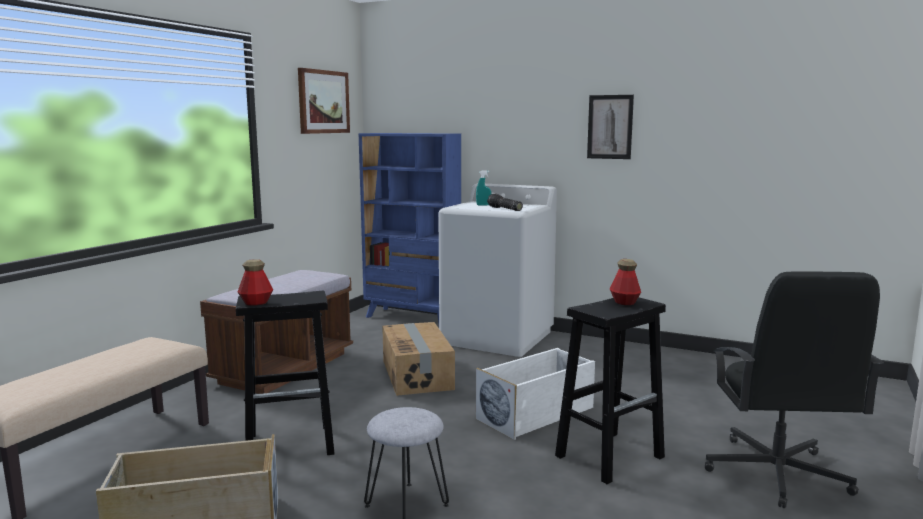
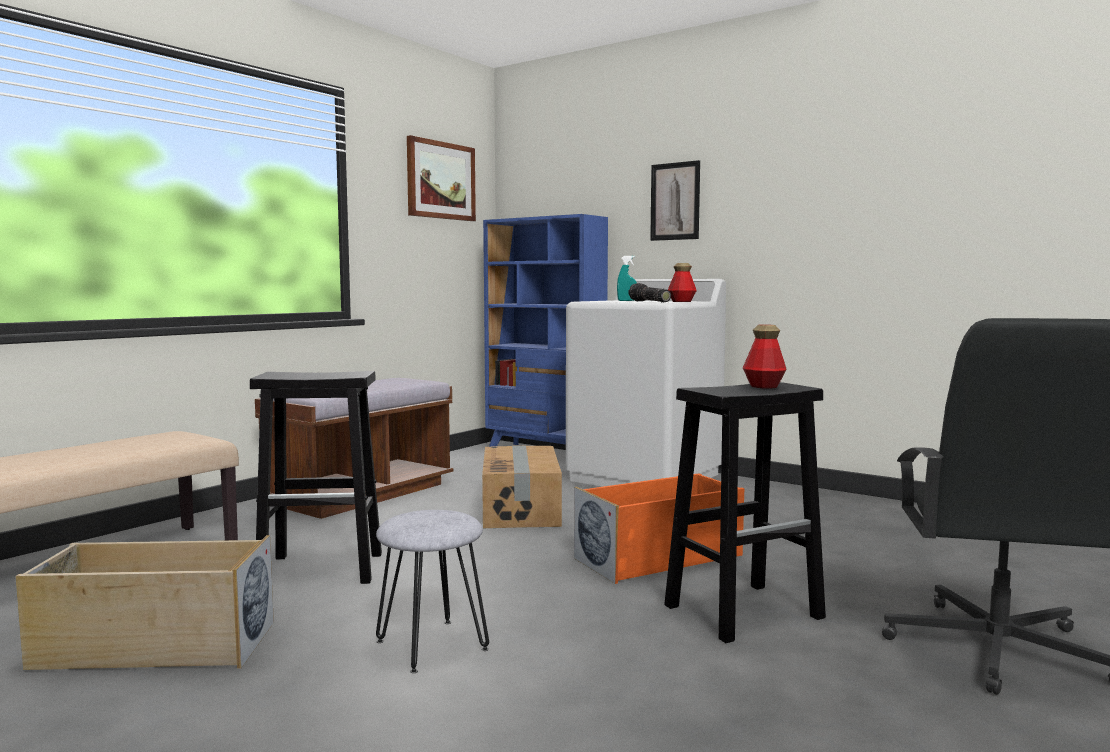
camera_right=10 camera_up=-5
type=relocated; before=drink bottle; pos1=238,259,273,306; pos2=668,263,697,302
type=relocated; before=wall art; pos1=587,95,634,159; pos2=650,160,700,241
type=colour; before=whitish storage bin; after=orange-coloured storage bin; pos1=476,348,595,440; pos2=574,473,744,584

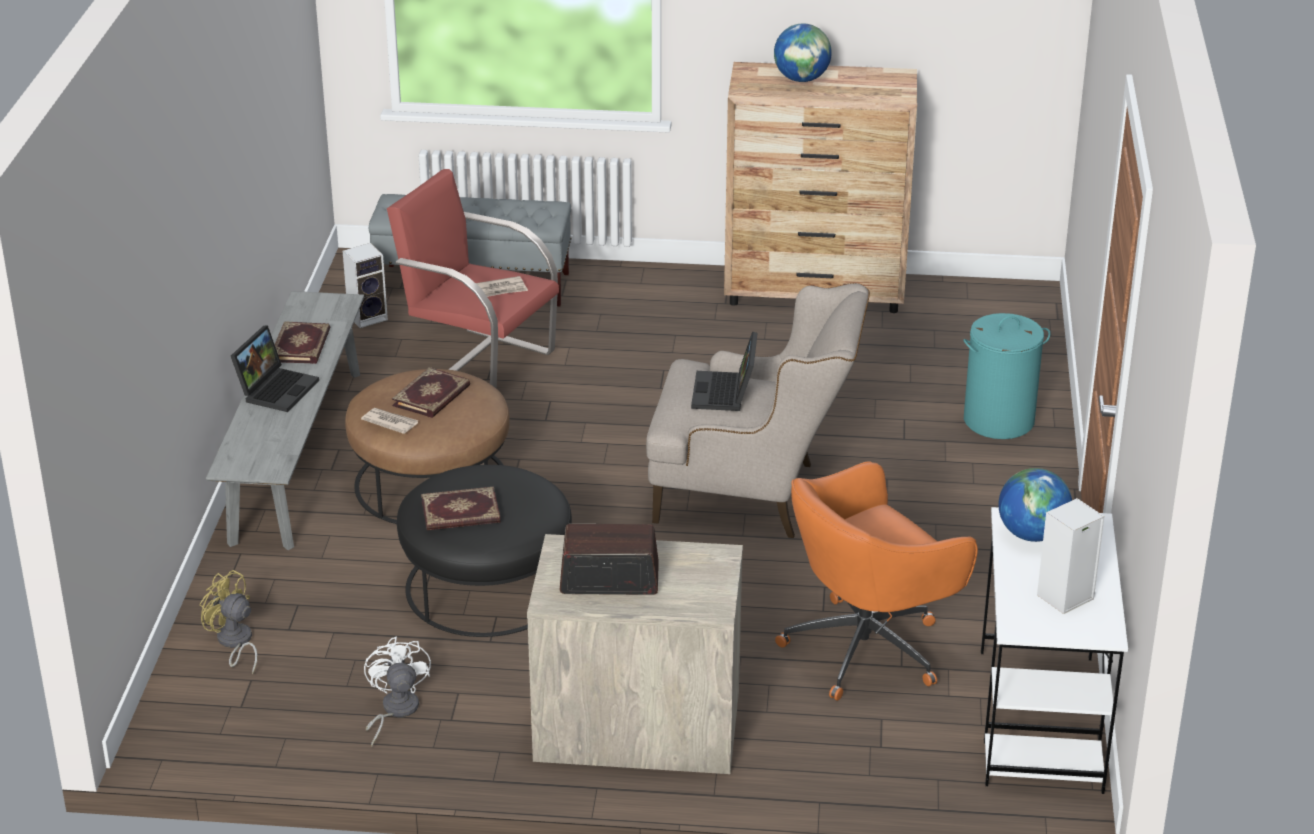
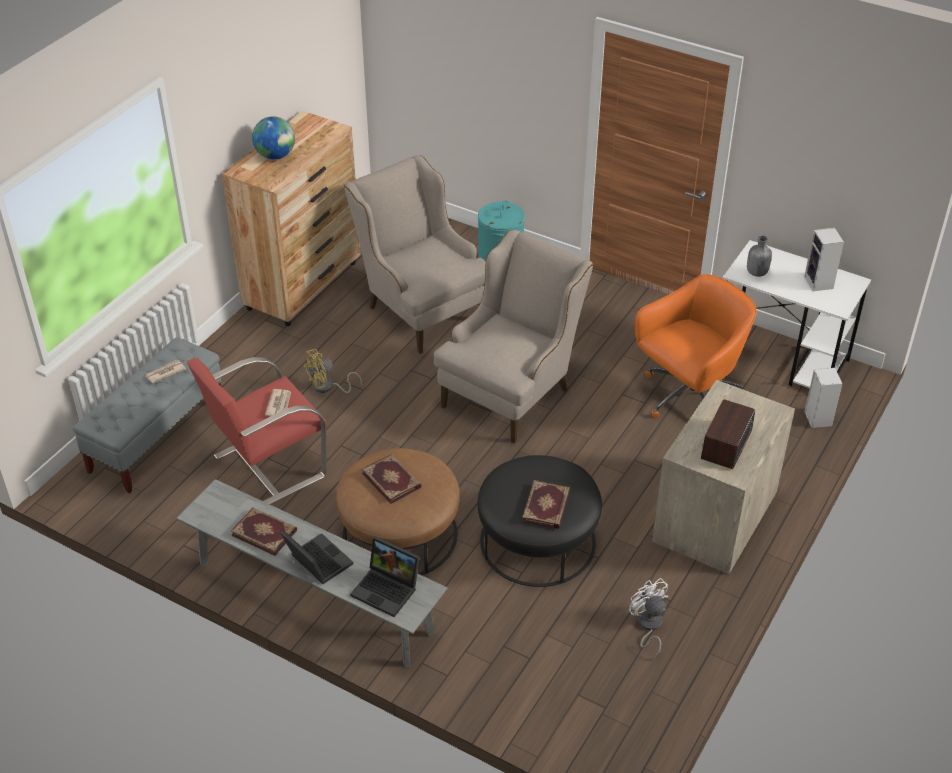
camera_right=-65 camera_up=10
type=appeared; after=beige-coloured easy chair; pos2=344,155,486,354
type=relocated; before=yellowish electric fan; pos1=200,570,258,674; pos2=303,349,362,393
type=relocated; before=speaker; pos1=343,243,388,328; pos2=804,368,843,428
type=relocated; before=daily paper; pos1=361,408,419,434; pos2=146,360,186,383
type=relocated; before=laptop; pos1=691,332,758,411; pos2=350,536,420,617
type=exchanged; before=world globe; after=gray drink bottle; pos1=998,468,1072,542; pos2=747,236,772,277
type=spun; before=whitish electric fan; pos1=364,637,431,747; pos2=629,578,668,659; turn=45
type=spun; before=orange-coloured computer chair; pos1=775,462,978,701; pos2=635,274,757,419; turn=-120

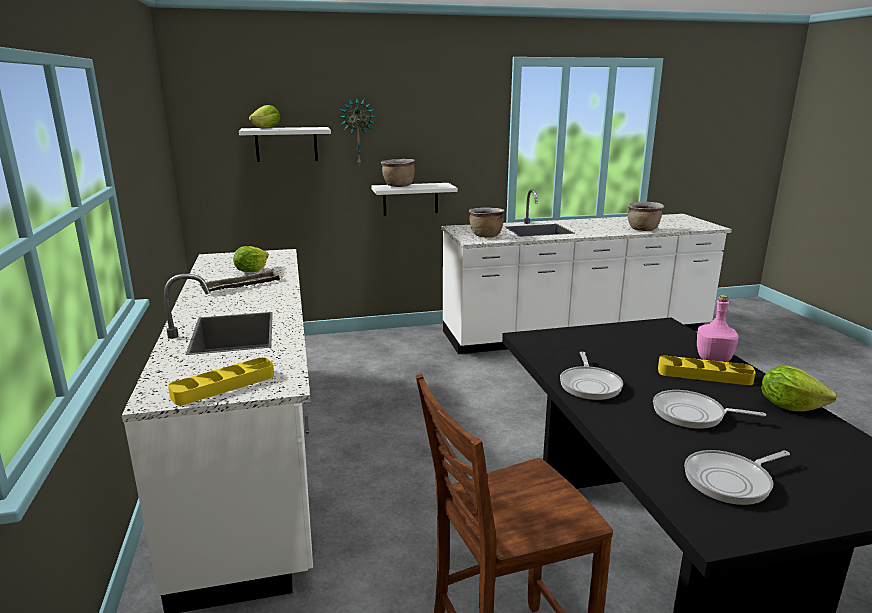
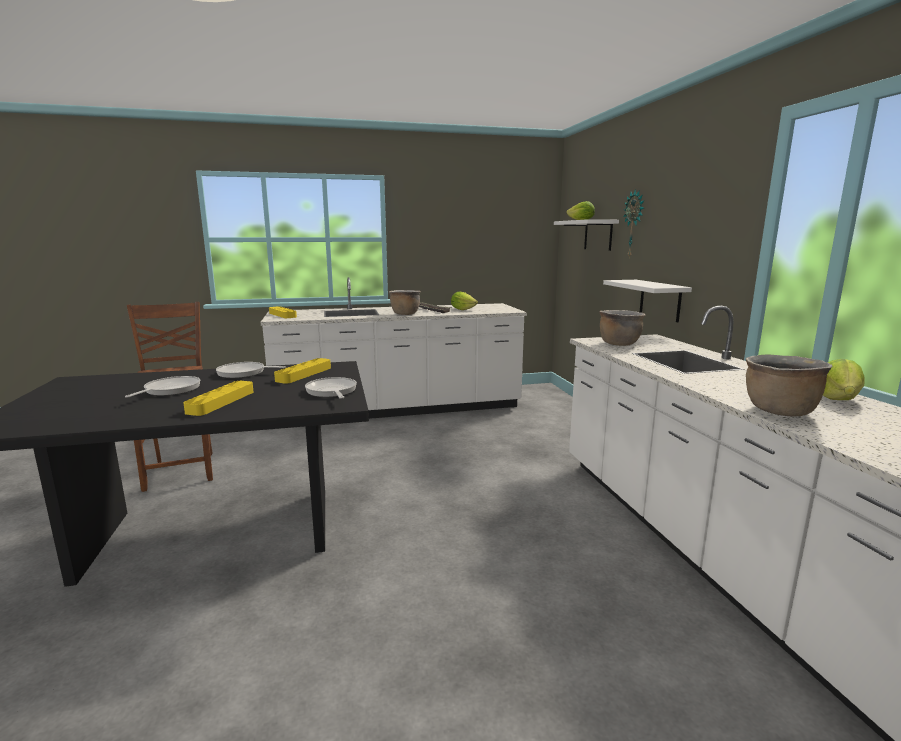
camera_right=90 camera_up=-5
type=missing; before=pink drink bottle; pos1=697,295,739,362
type=appeared; after=yellowish carrying tray; pos2=274,358,331,384
type=relocated; before=brownish cooking pot; pos1=381,159,415,187; pos2=389,290,421,315
type=relocated; before=skillet; pos1=684,450,790,505; pos2=305,377,357,399
type=relocated; before=lettuce head; pos1=761,366,837,411; pos2=823,359,865,400

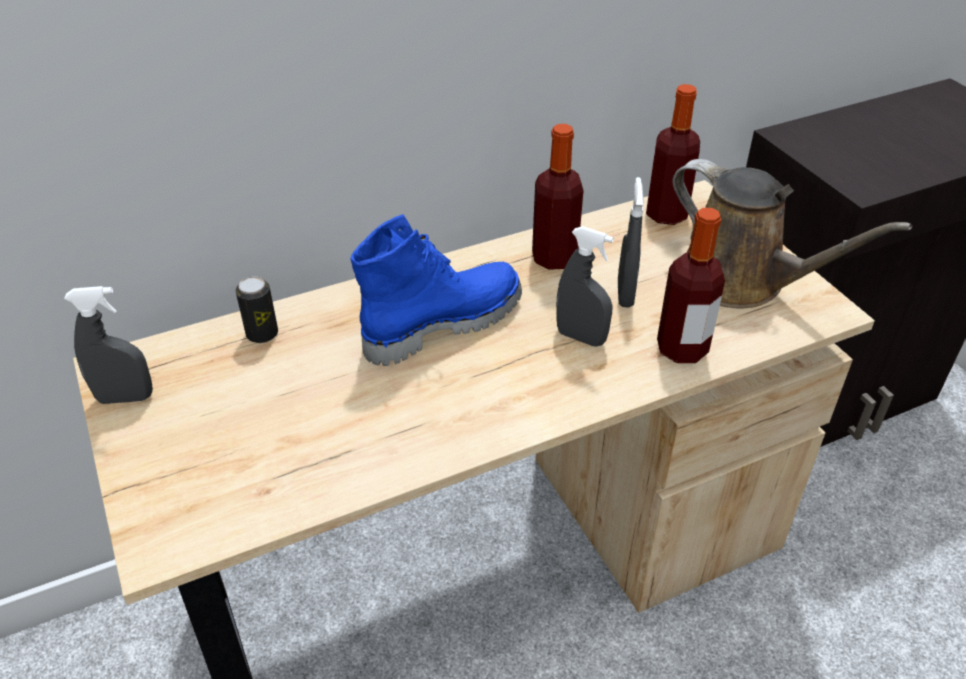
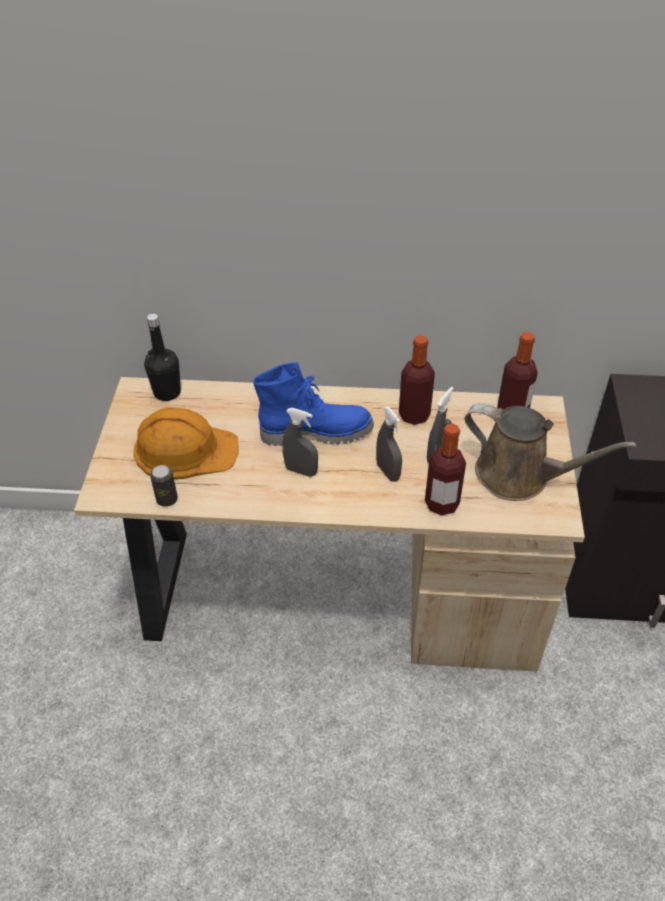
camera_right=30 camera_up=5
type=appeared; after=orange-coloured work helmet; pos2=133,407,239,480
type=appeared; after=blackish drink bottle; pos2=144,314,181,401
type=relocated; before=gray sprayer; pos1=64,286,153,404; pos2=282,408,318,477
type=relocated; before=sealed can; pos1=236,276,278,343; pos2=150,465,178,507
type=spun; before=brownish sprinkling can; pos1=672,159,912,308; pos2=464,403,637,501; turn=-45

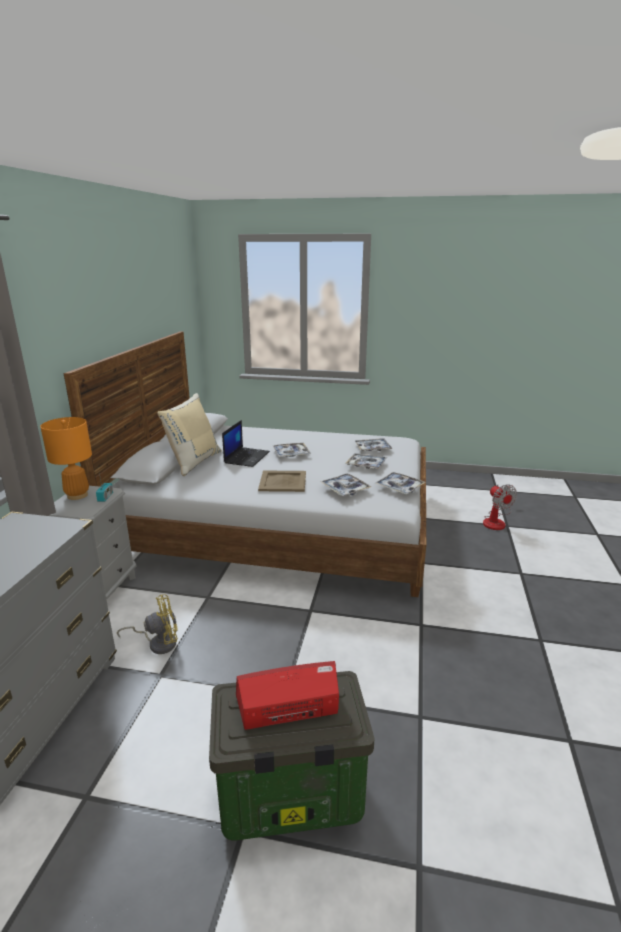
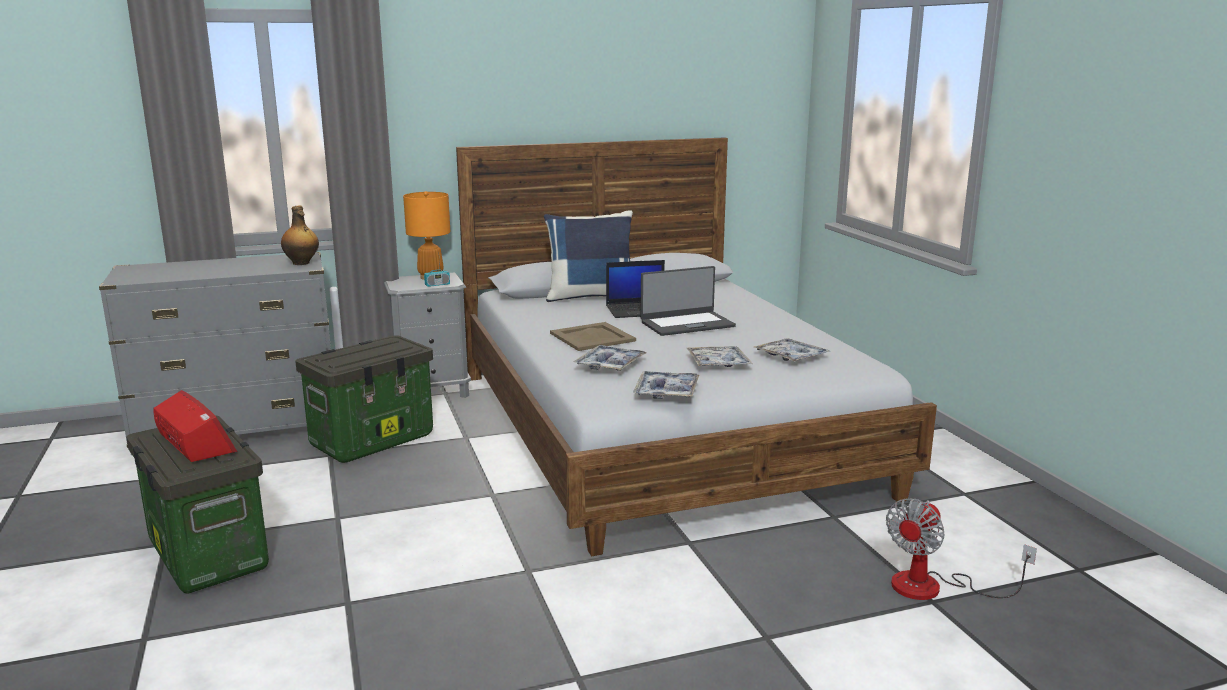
camera_right=60 camera_up=-5
type=appeared; after=drink bottle; pos2=281,206,319,265
type=exchanged; before=yellowish electric fan; after=storage bin; pos1=117,594,178,654; pos2=295,335,433,463
type=exchanged; before=carrying tray; after=laptop; pos1=273,443,311,457; pos2=641,266,736,336
type=colour; before=beige-coloured throw pillow; after=blue throw pillow; pos1=157,393,222,476; pos2=544,210,633,302

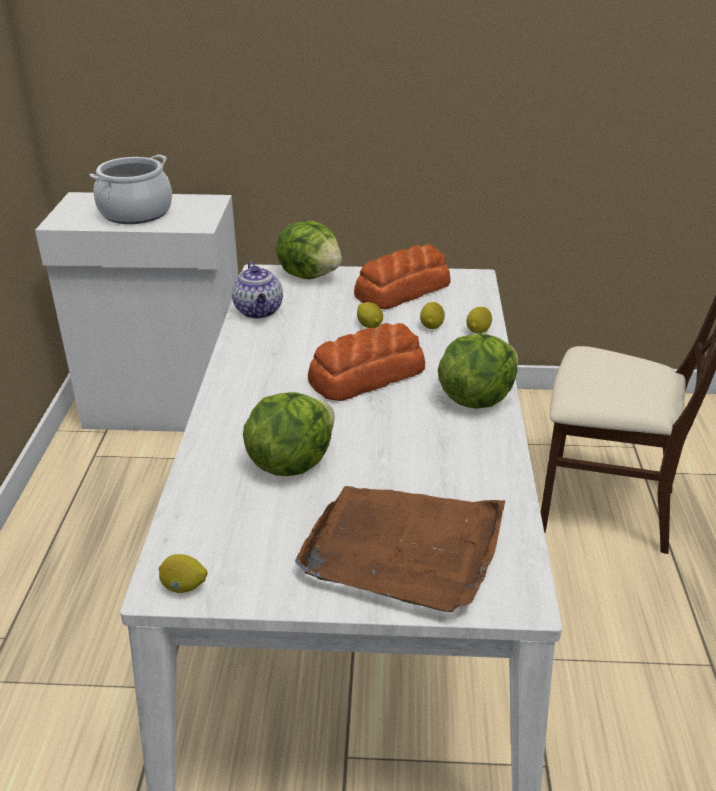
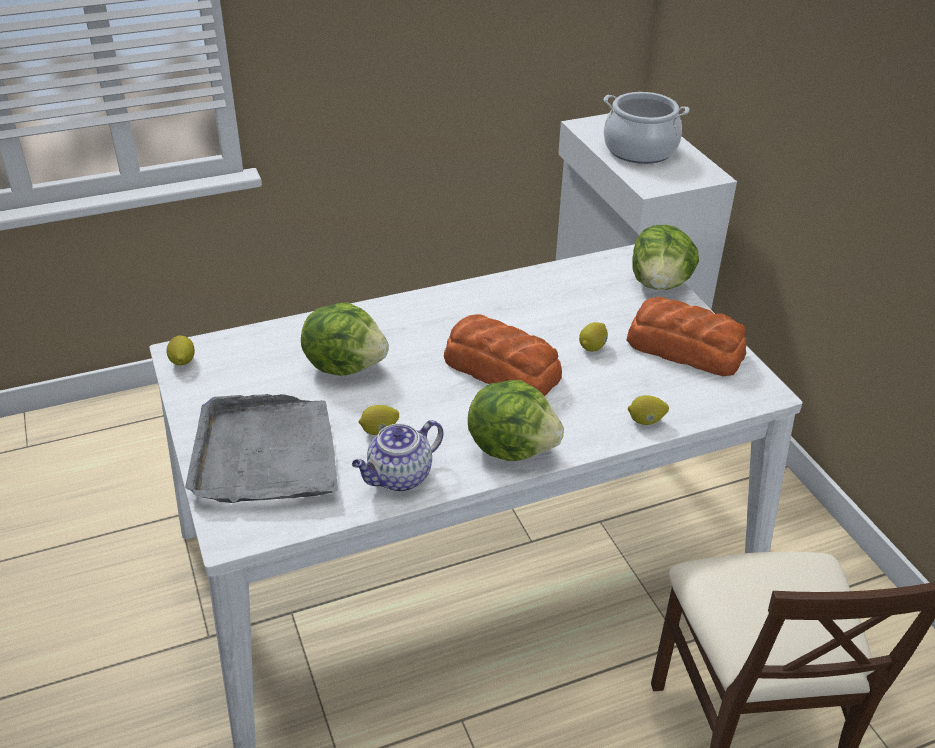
camera_right=65 camera_up=5
type=relocated; before=pot for tea; pos1=232,262,283,319; pos2=352,420,443,492
type=relocated; before=citrus fruit; pos1=420,302,445,329; pos2=359,405,399,435
type=colour; before=brownish carrying tray; after=gray carrying tray; pos1=295,486,505,612; pos2=185,394,338,503

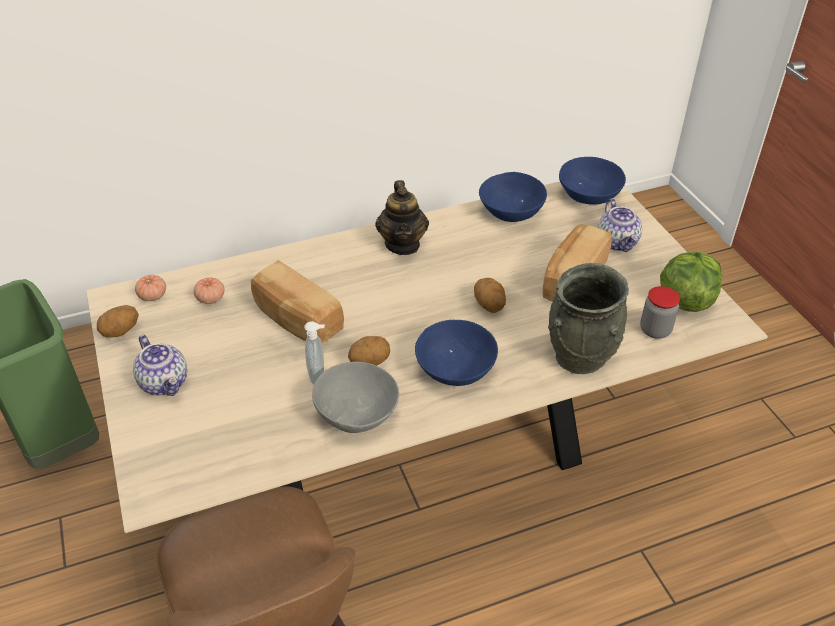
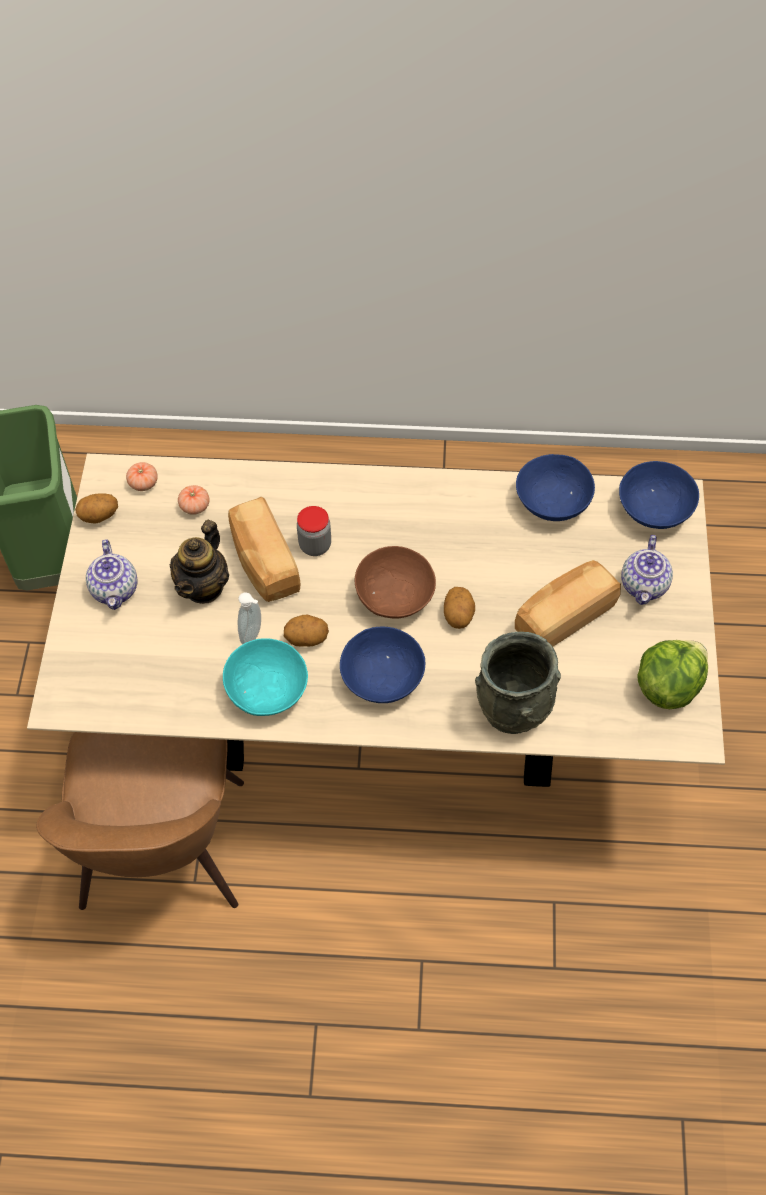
camera_right=25 camera_up=15
type=appeared; after=brownish serving bowl; pos2=355,546,436,619
type=relocated; before=pot for tea; pos1=375,180,429,255; pos2=170,520,229,604
type=relocated; before=jar; pos1=640,286,680,339; pos2=297,506,331,556
type=colour; before=gray serving bowl; after=turquoise-coloured serving bowl; pos1=312,362,399,433; pos2=223,638,308,716

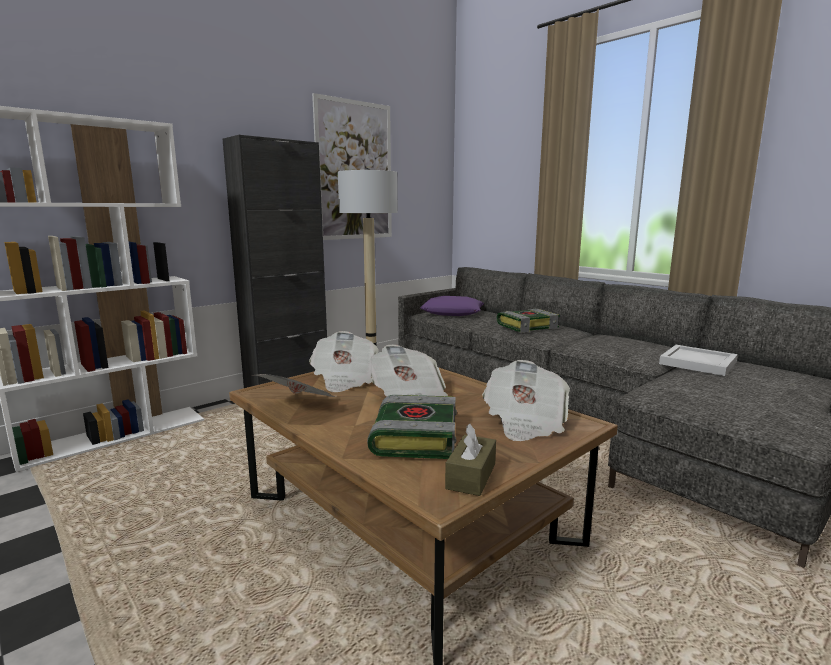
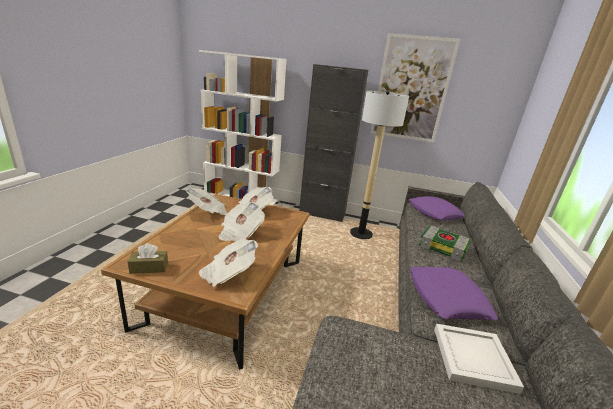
camera_right=55 camera_up=10
type=missing; before=bound book; pos1=367,395,457,459
type=appeared; after=purple-coloured throw pillow; pos2=410,267,498,320

